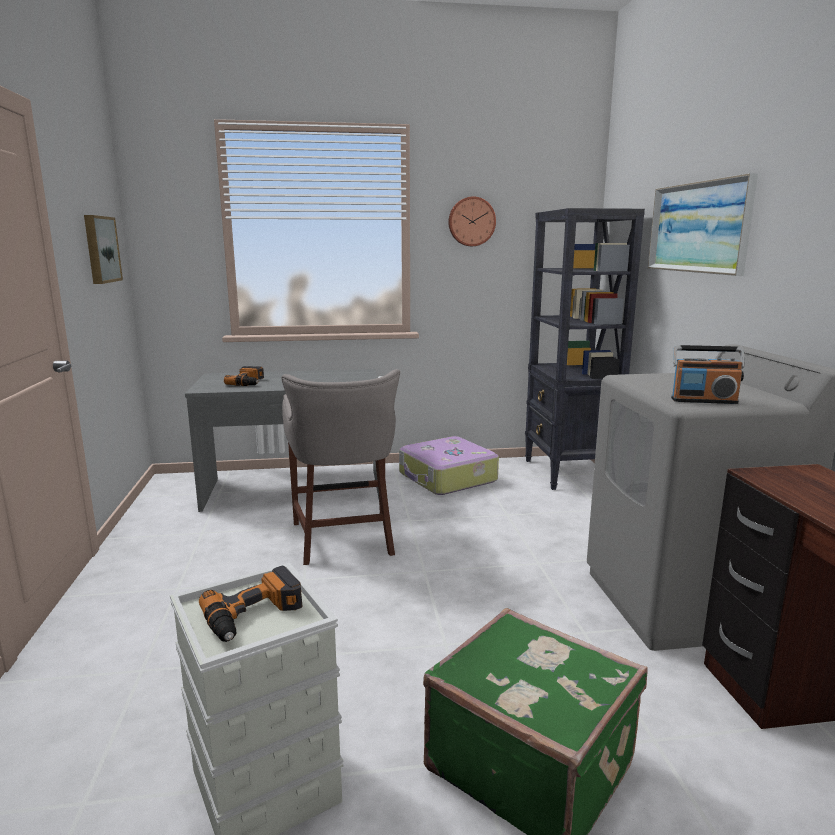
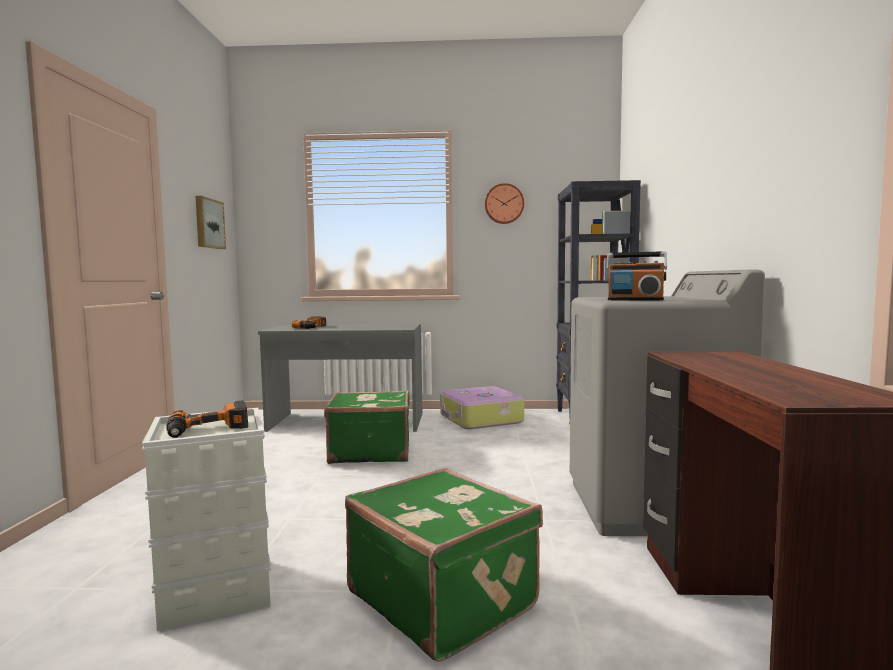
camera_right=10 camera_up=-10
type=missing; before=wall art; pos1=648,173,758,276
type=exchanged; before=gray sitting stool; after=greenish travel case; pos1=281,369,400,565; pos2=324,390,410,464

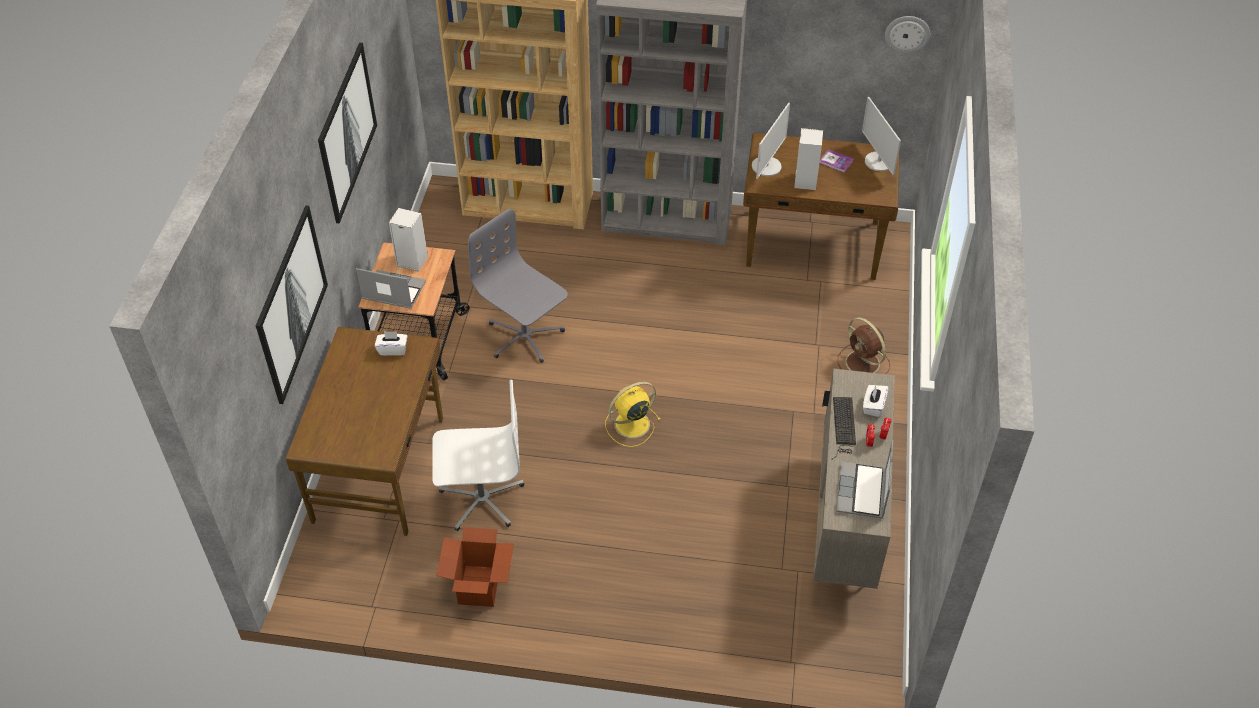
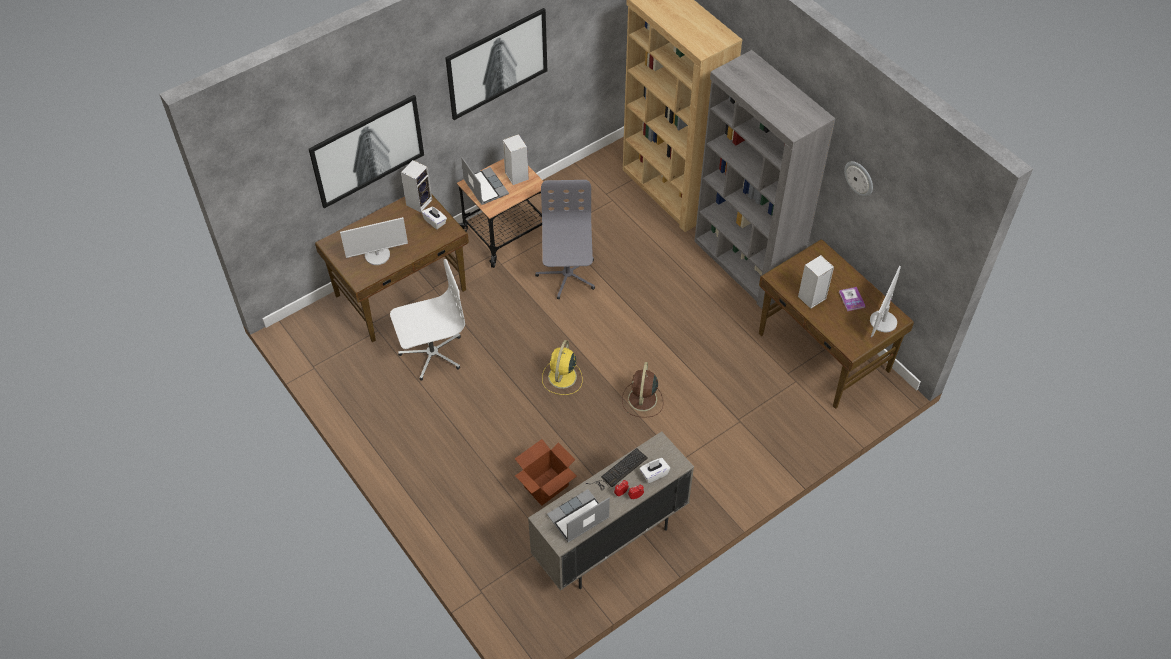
camera_right=45 camera_up=5
type=appeared; after=speaker; pos2=401,160,432,212
type=relocated; before=cardboard box; pos1=436,527,514,607; pos2=515,439,577,505
type=relocated; before=computer screen; pos1=752,103,790,179; pos2=340,217,408,265
type=relocated; before=brownish electric fan; pos1=838,317,890,374; pos2=622,362,664,418
type=relocated; before=wall clock; pos1=885,16,930,53; pos2=844,161,873,197
type=spun; before=whitish computer chair; pos1=432,380,524,531; pos2=390,259,465,380; turn=-60
type=spun; before=yellowish electric fan; pos1=605,382,661,447; pos2=542,340,582,395; turn=-90

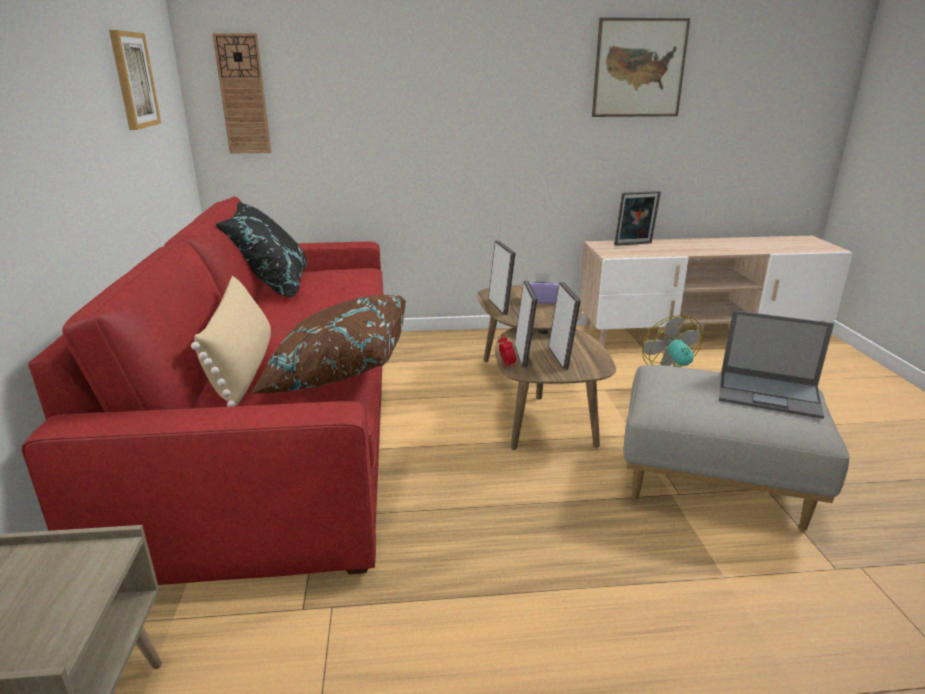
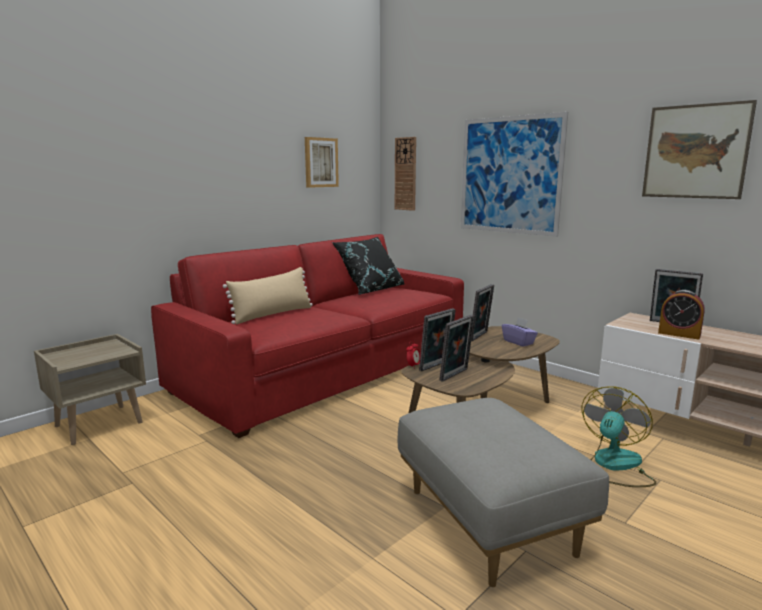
camera_right=50 camera_up=-10
type=missing; before=brownish throw pillow; pos1=250,295,406,394
type=missing; before=laptop; pos1=719,310,834,419
type=appeared; after=wall art; pos2=461,112,568,237
type=appeared; after=table clock; pos2=658,290,705,340

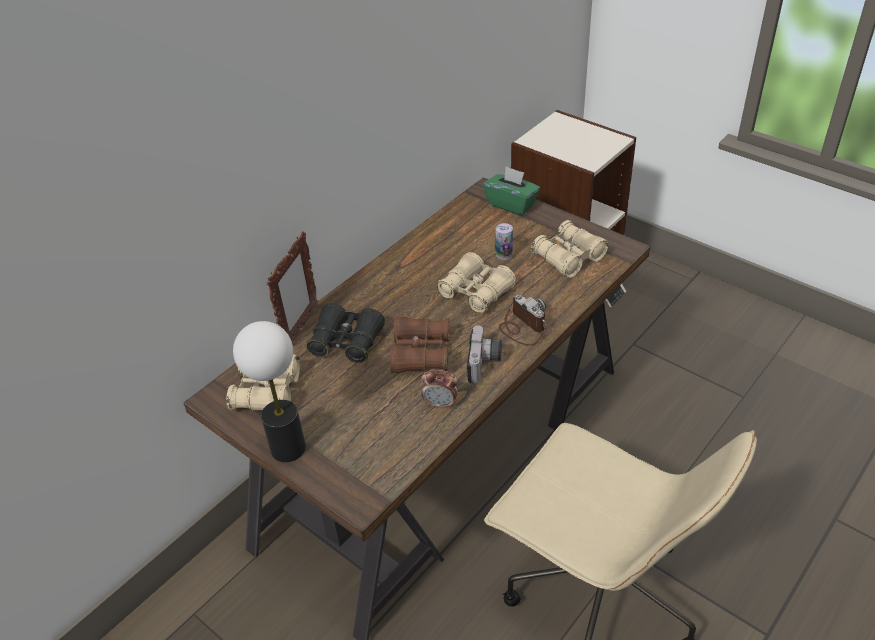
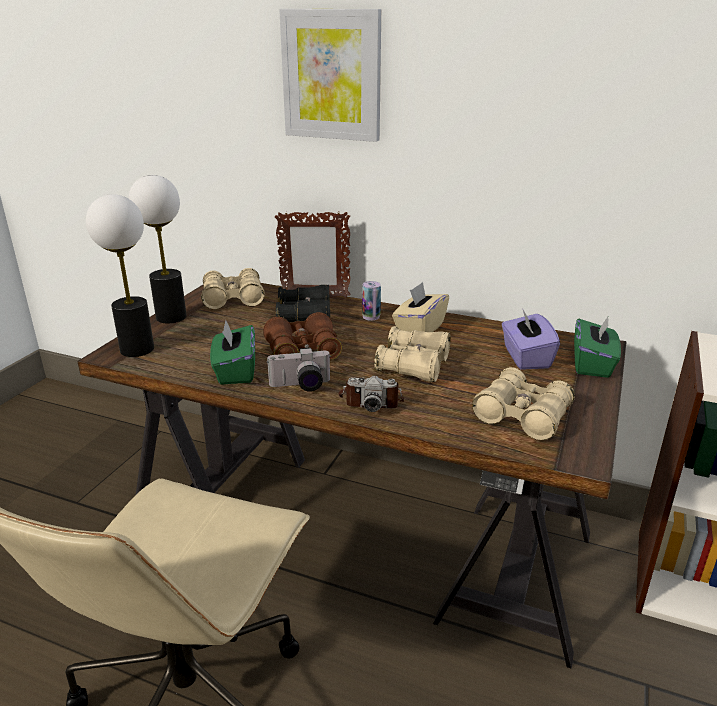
camera_right=70 camera_up=-15
type=appeared; after=table lamp; pos2=86,194,154,357
type=appeared; after=wall art; pos2=279,9,381,142
type=appeared; after=beige-coloured box of tissues; pos2=392,282,449,332
type=appeared; after=purple-coloured box of tissues; pos2=502,308,560,370
type=relocated; before=sealed can; pos1=495,223,513,260; pos2=362,281,381,321
type=exchanged; before=table clock; after=greenish box of tissues; pos1=421,369,458,409; pos2=210,320,255,385
type=spun; before=photo camera; pos1=499,294,547,346; pos2=338,376,404,412; turn=60

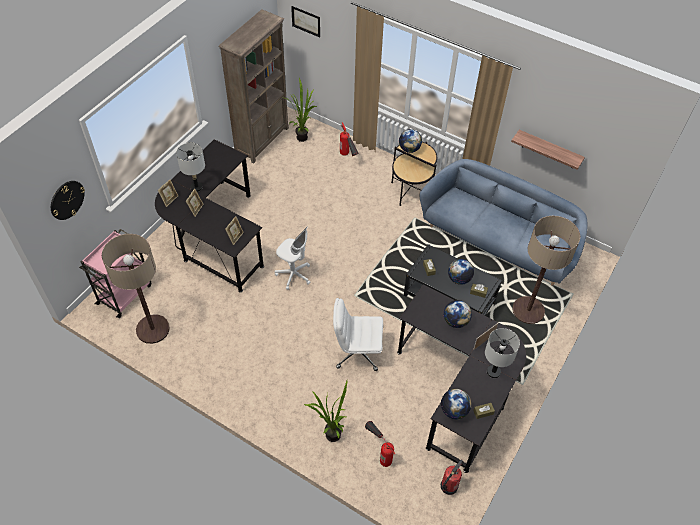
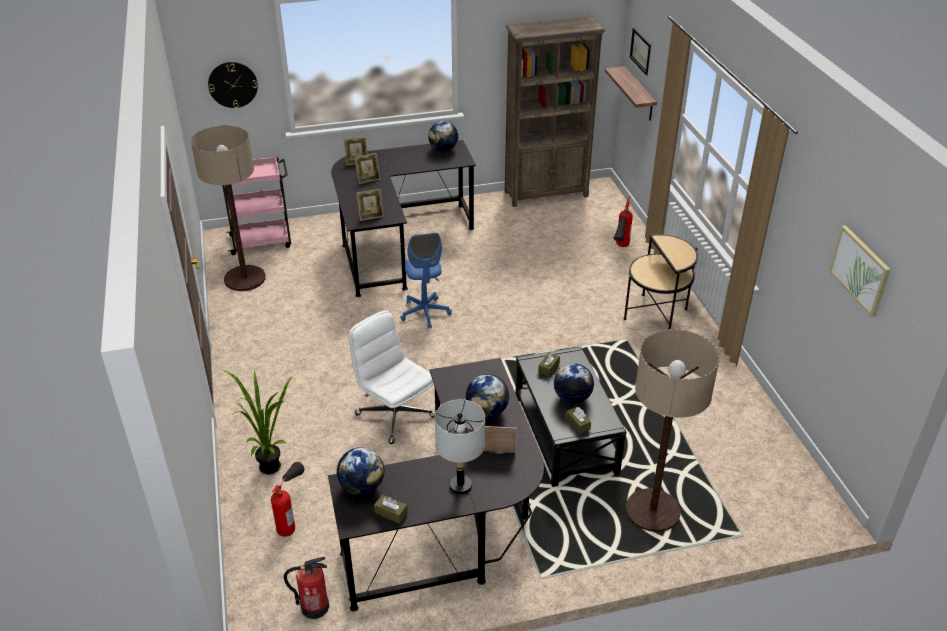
camera_right=45 camera_up=-15
type=missing; before=gray table lamp; pos1=176,143,205,192
type=missing; before=potted plant; pos1=285,78,317,142
type=missing; before=blue settee; pos1=419,159,588,286
type=appeared; after=wall art; pos2=829,225,891,317
type=relocated; before=world globe; pos1=399,129,422,153; pos2=428,121,458,152
type=relocated; before=wall shelf; pos1=511,130,585,170; pos2=605,66,657,121
type=colour; before=whitish computer chair; after=blue computer chair; pos1=275,227,310,290; pos2=400,233,452,329

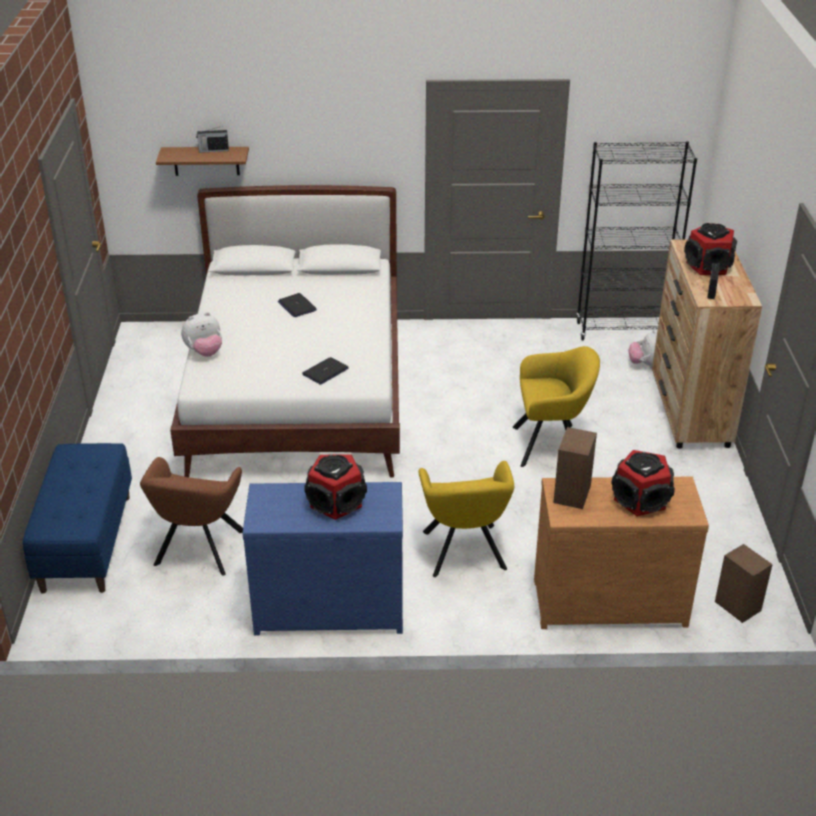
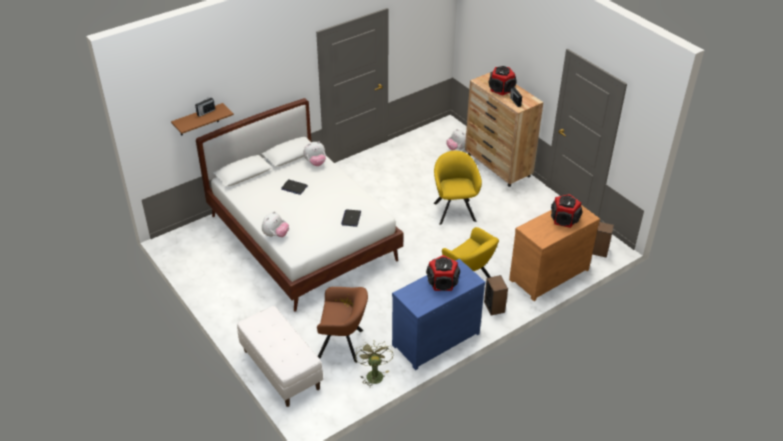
camera_right=-35 camera_up=5
type=missing; before=blackish bookcase; pos1=576,141,697,341
type=appeared; after=cuddly toy; pos2=303,141,326,166
type=appeared; after=greenish electric fan; pos2=355,340,393,386
type=relocated; before=speaker; pos1=554,427,597,509; pos2=484,275,508,316
type=colour; before=blue indoor bench; after=whitish indoor bench; pos1=23,443,132,594; pos2=237,306,323,407
type=spun; before=brownish easy chair; pos1=140,457,243,576; pos2=317,287,368,363; turn=-60
type=spun; before=yellowish easy chair; pos1=513,346,600,467; pos2=434,151,482,225; turn=-60

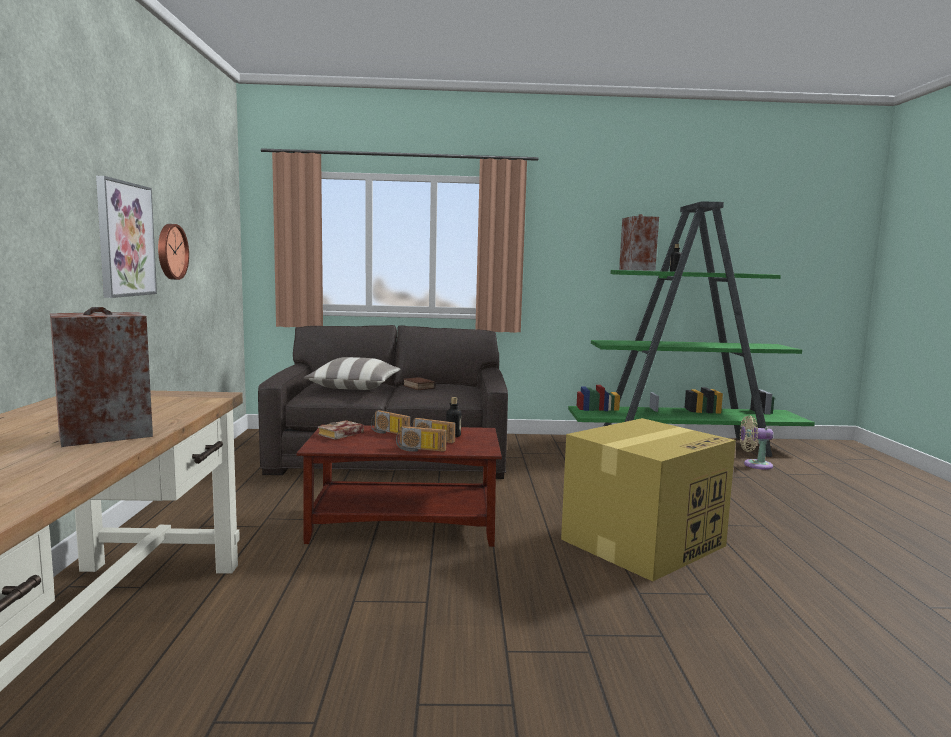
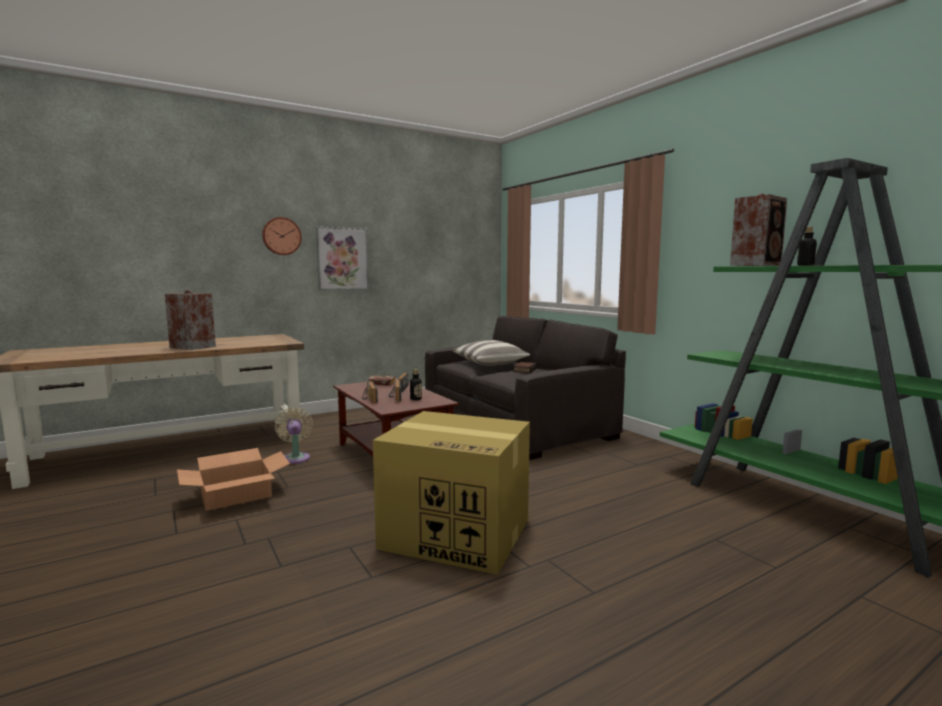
camera_right=60 camera_up=0
type=appeared; after=cardboard box; pos2=177,448,290,511
type=relocated; before=wall clock; pos1=158,224,189,280; pos2=262,217,302,255
type=relocated; before=beige-coloured electric fan; pos1=740,415,773,470; pos2=275,407,313,464

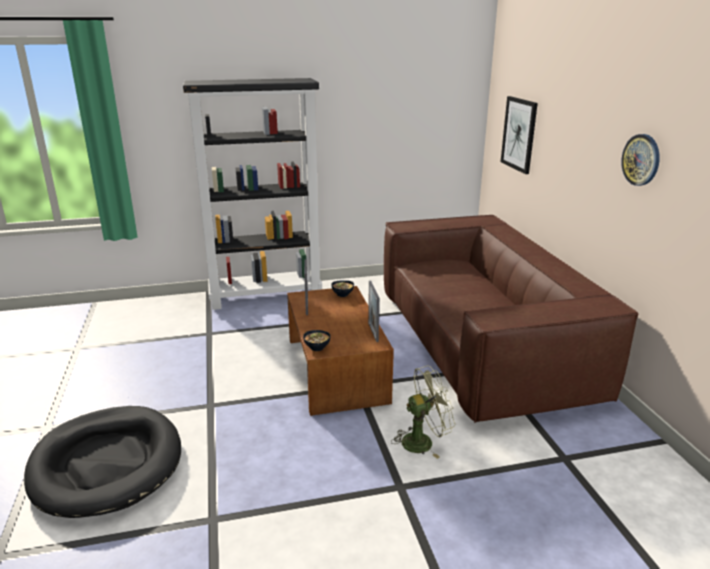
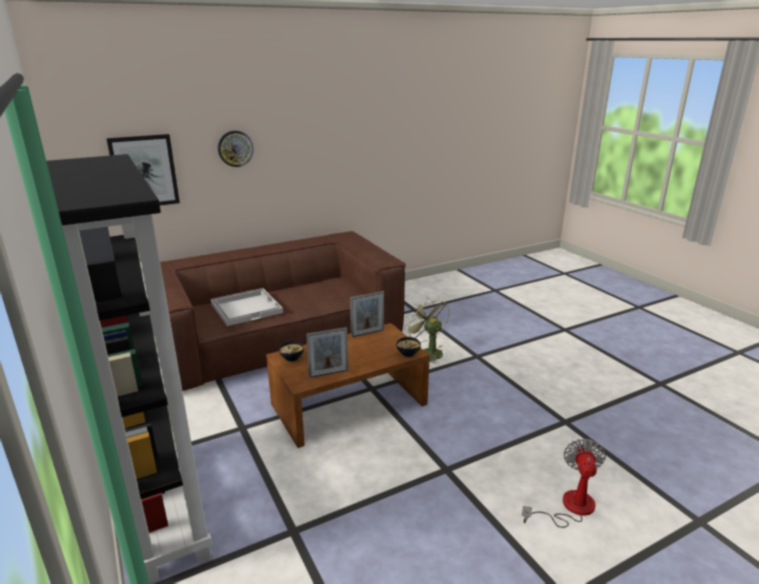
camera_right=-105 camera_up=0
type=appeared; after=whitish carrying tray; pos2=211,288,283,326
type=relocated; before=wall clock; pos1=621,134,660,186; pos2=218,130,254,167
type=exchanged; before=blackish dog cushion; after=electric fan; pos1=24,406,181,518; pos2=522,439,606,528

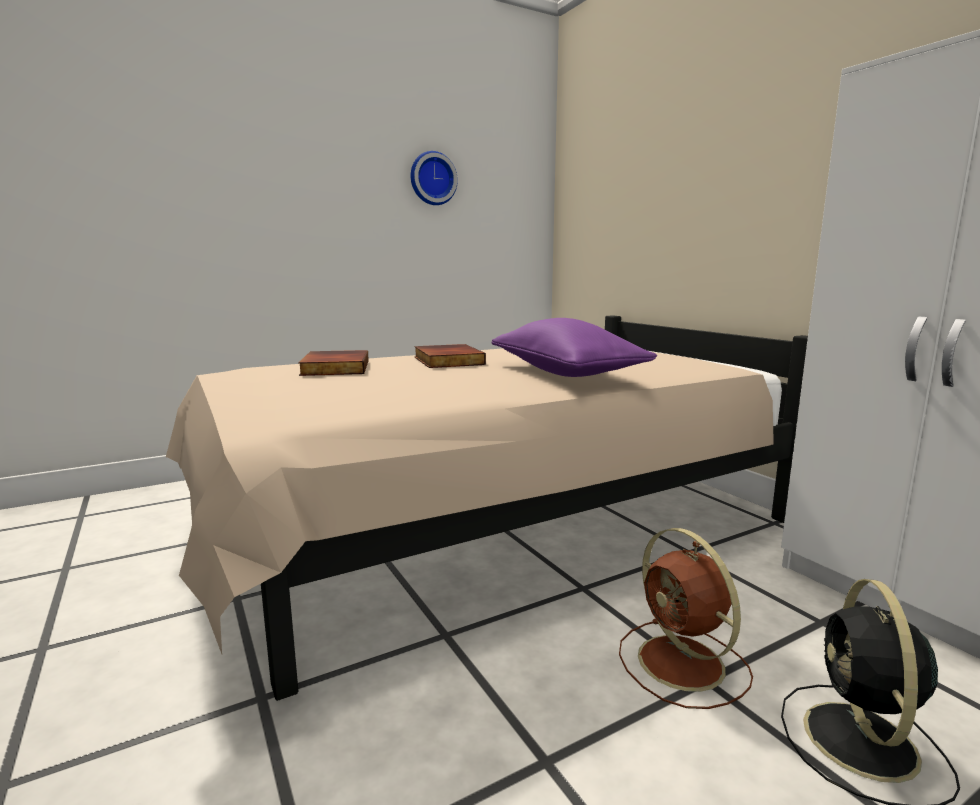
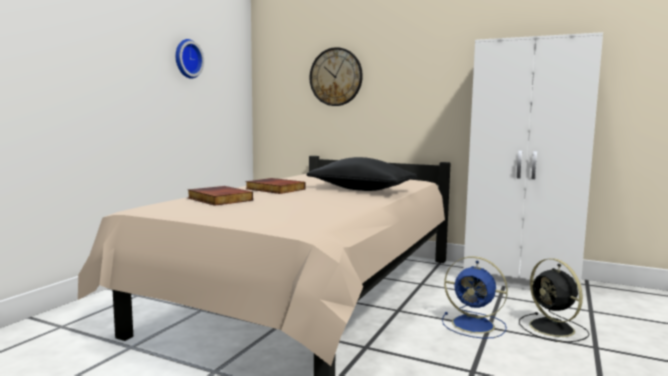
camera_right=-35 camera_up=-5
type=appeared; after=wall clock; pos2=310,47,363,106
type=colour; before=purple-coloured throw pillow; after=blackish throw pillow; pos1=491,318,657,377; pos2=307,157,417,191
type=colour; before=brownish electric fan; after=blue electric fan; pos1=619,528,753,709; pos2=442,256,508,339

